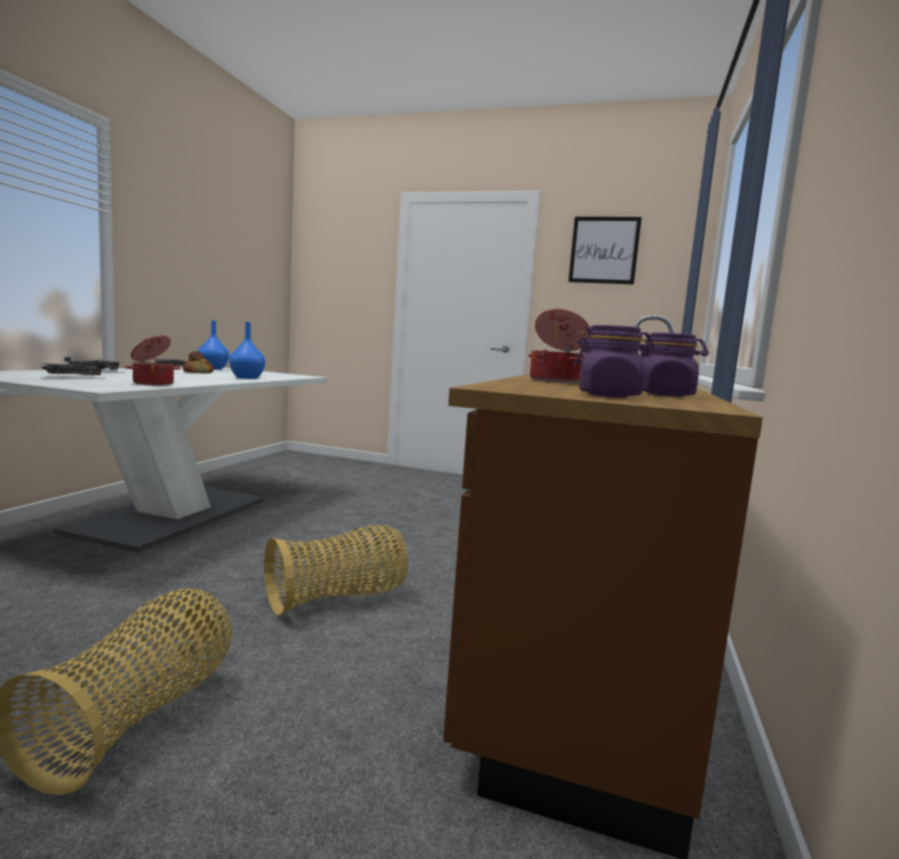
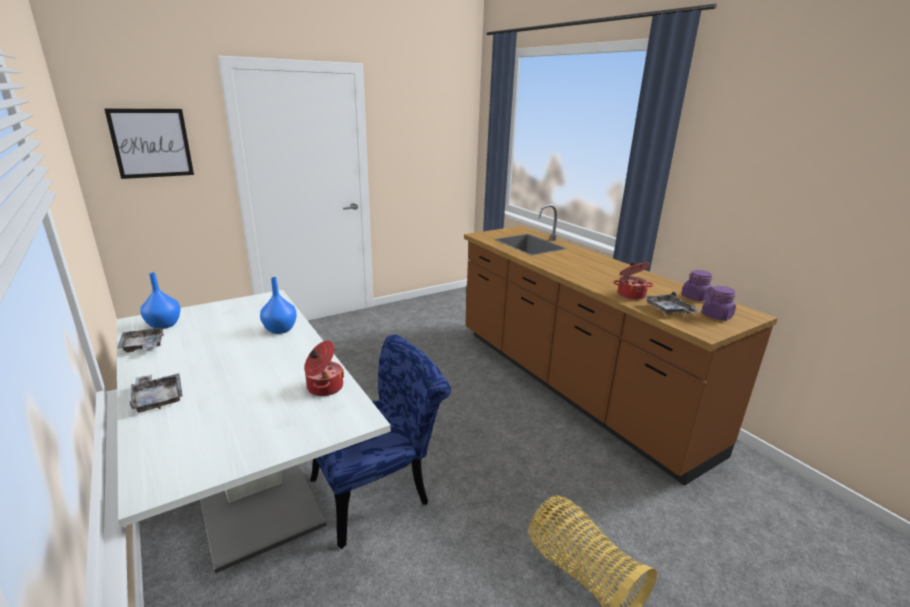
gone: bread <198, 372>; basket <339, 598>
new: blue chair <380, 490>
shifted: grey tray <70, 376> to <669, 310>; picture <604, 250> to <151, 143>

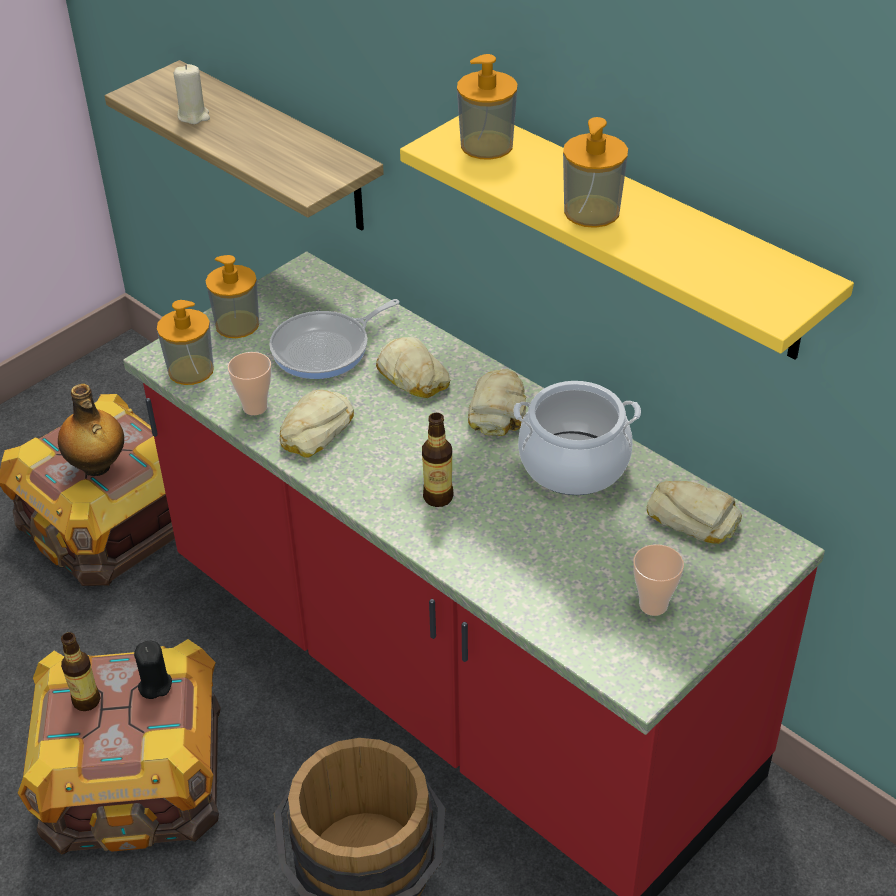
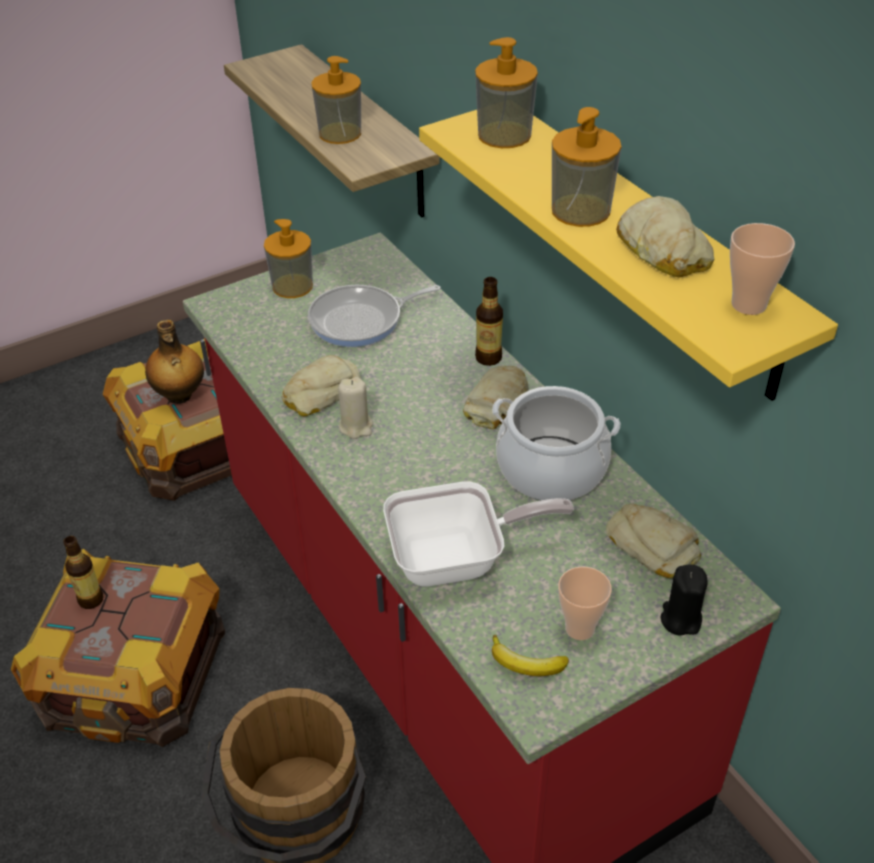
new: frying pan <458, 560>; banana <526, 664>
shifted: black candle <155, 685> to <680, 619>; soap dispenser <191, 370> to <340, 133>; beige candle <193, 116> to <356, 426>; cup <255, 407> to <748, 305>; bread <412, 376> to <662, 249>; bottle <438, 497> to <488, 358>

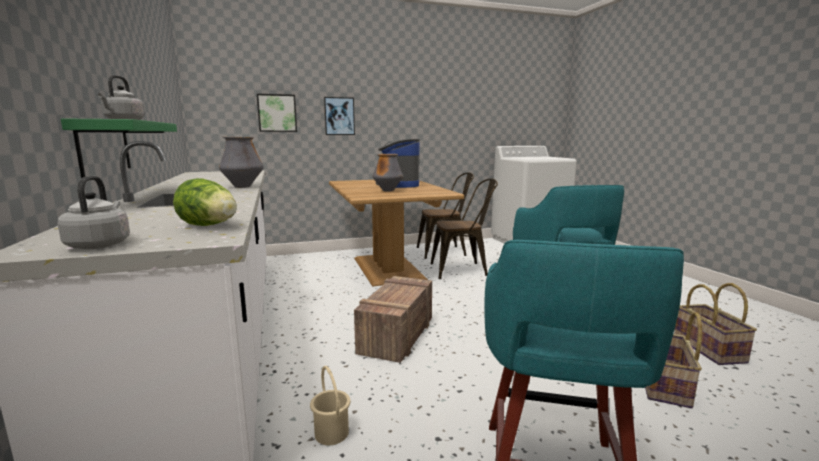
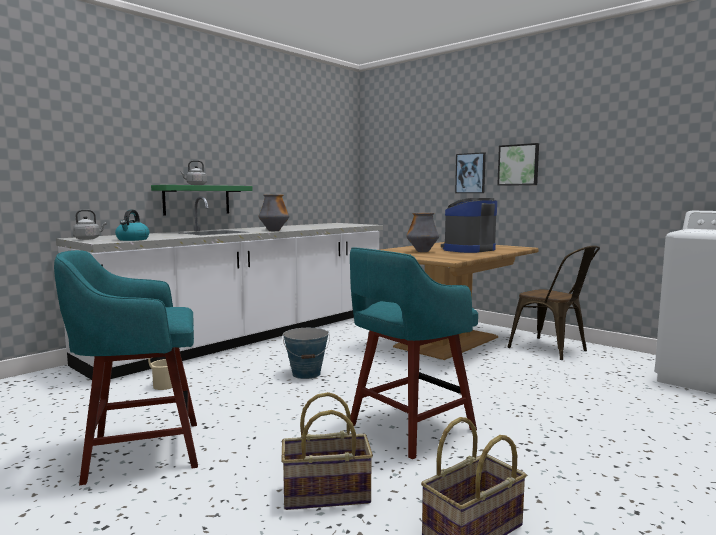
gone: brown chair <463, 270>
shifted: picture <277, 113> to <518, 165>
swapped: lettuce <210, 226> to kettle <132, 239>; crate <397, 335> to bucket <306, 374>

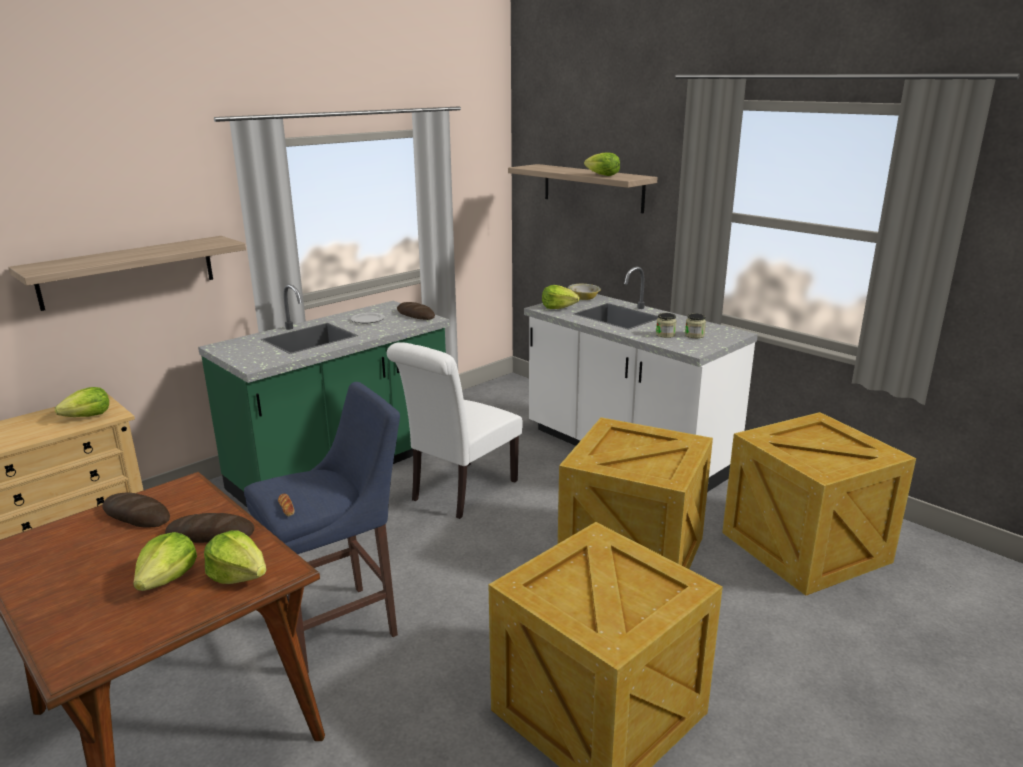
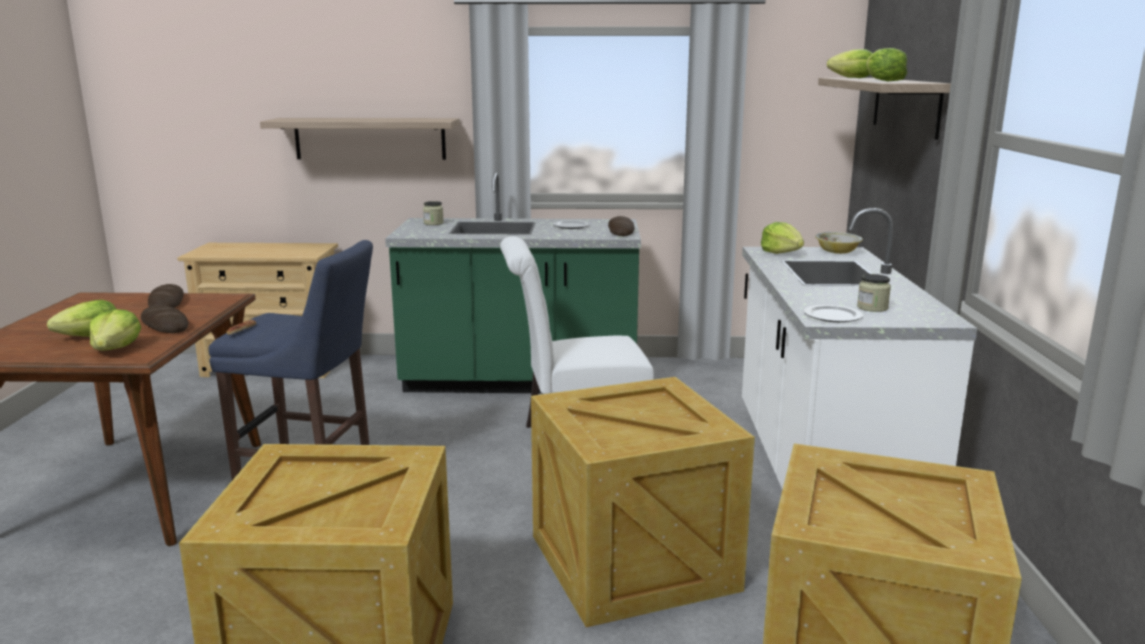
new: plate <833, 316>
shifted: lettuce <88, 416> to <852, 78>; jar <665, 335> to <433, 223>

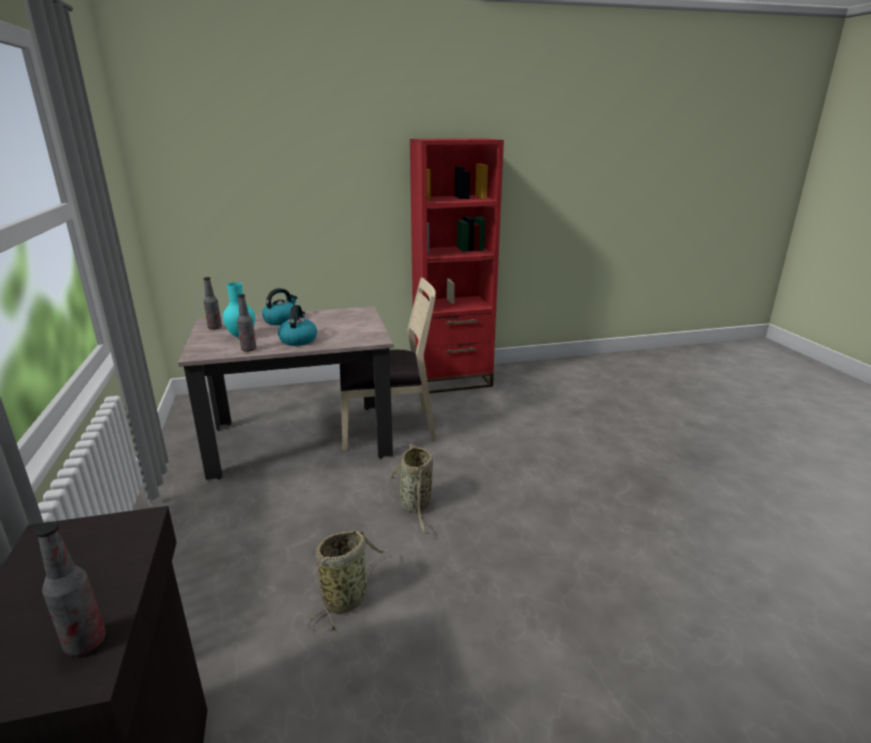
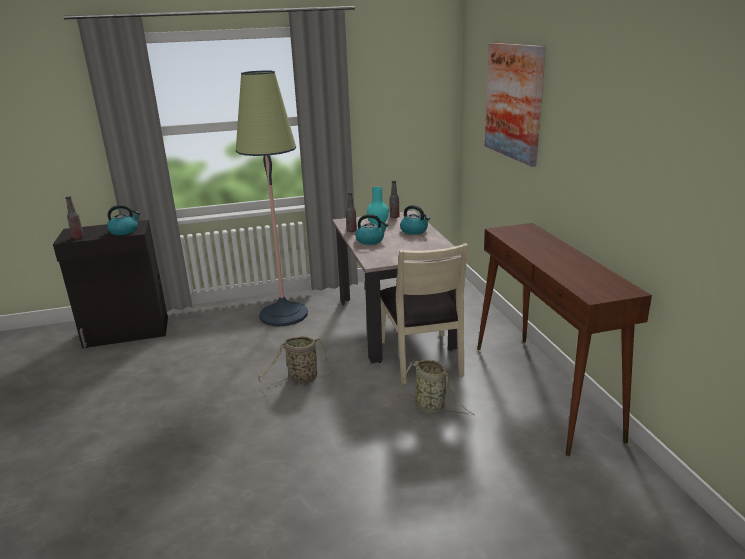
new: kettle <124, 231>; floor lamp <283, 315>; picture <513, 101>
shifted: basket <347, 598> to <432, 408>
swapped: red bookcase <452, 380> to brown console table <543, 390>

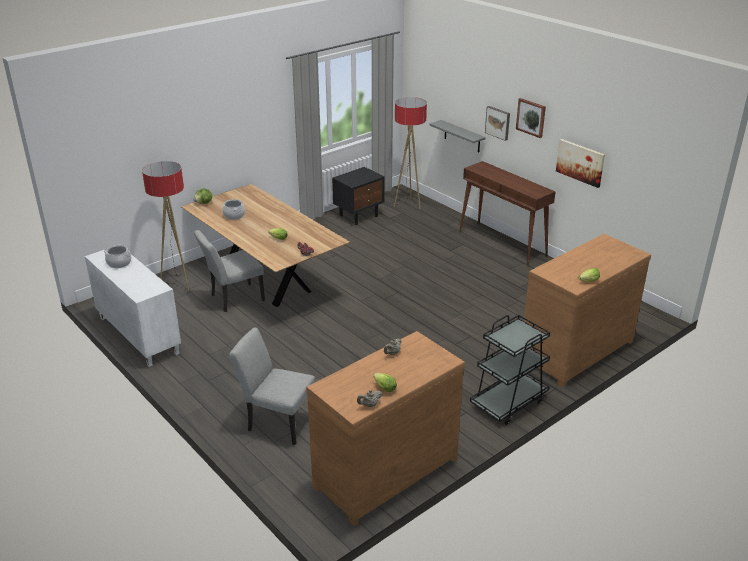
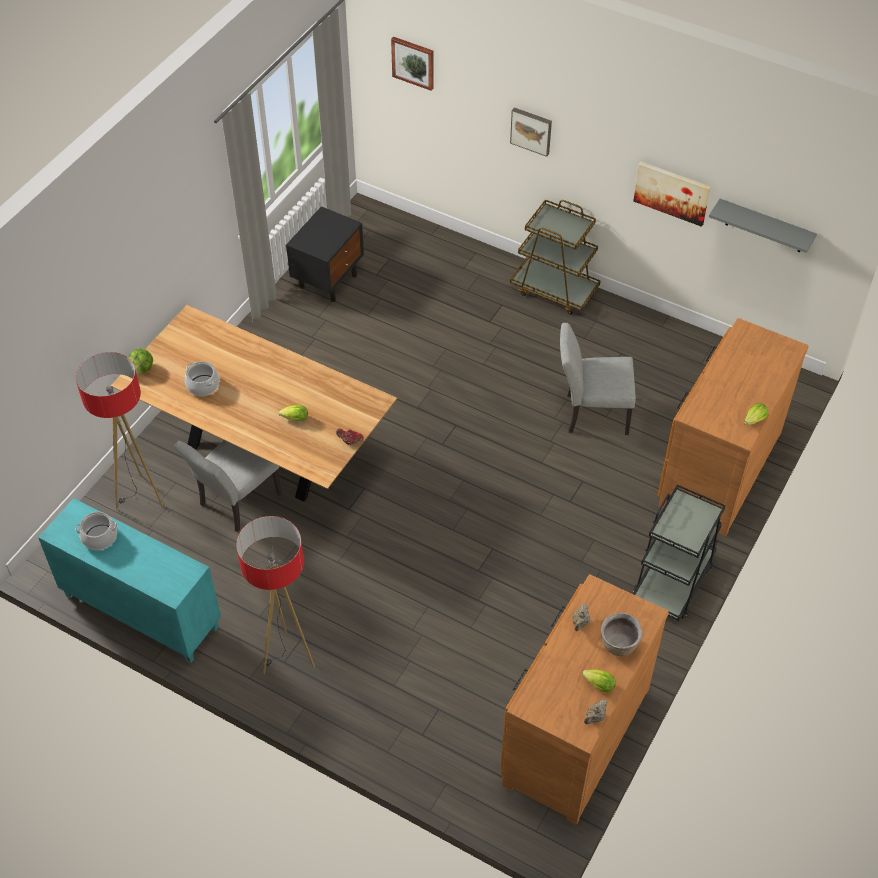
new: brown cooking pot <618, 645>
shifted: grey chair <276, 422> to <591, 413>; floor lamp <408, 204> to <287, 657>; grey shelf <462, 136> to <765, 226>; picture <531, 117> to <413, 62>
swapped: brown console table <502, 244> to brown cart <554, 290>
repainted: white cabinet <138, 335> to turquoise cabinet <140, 612>

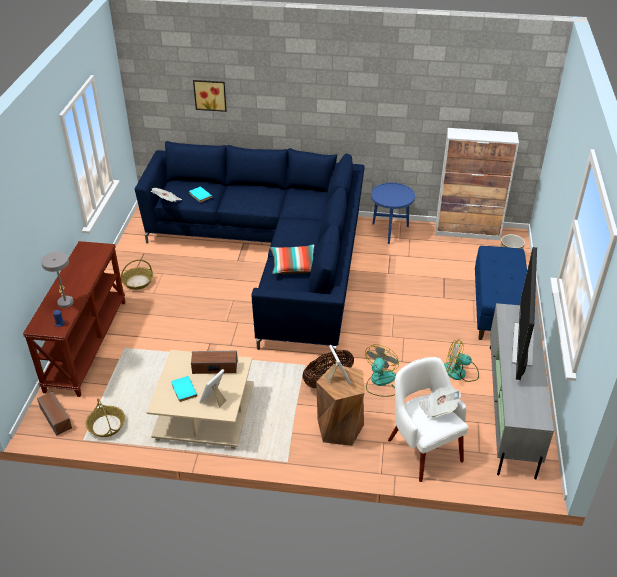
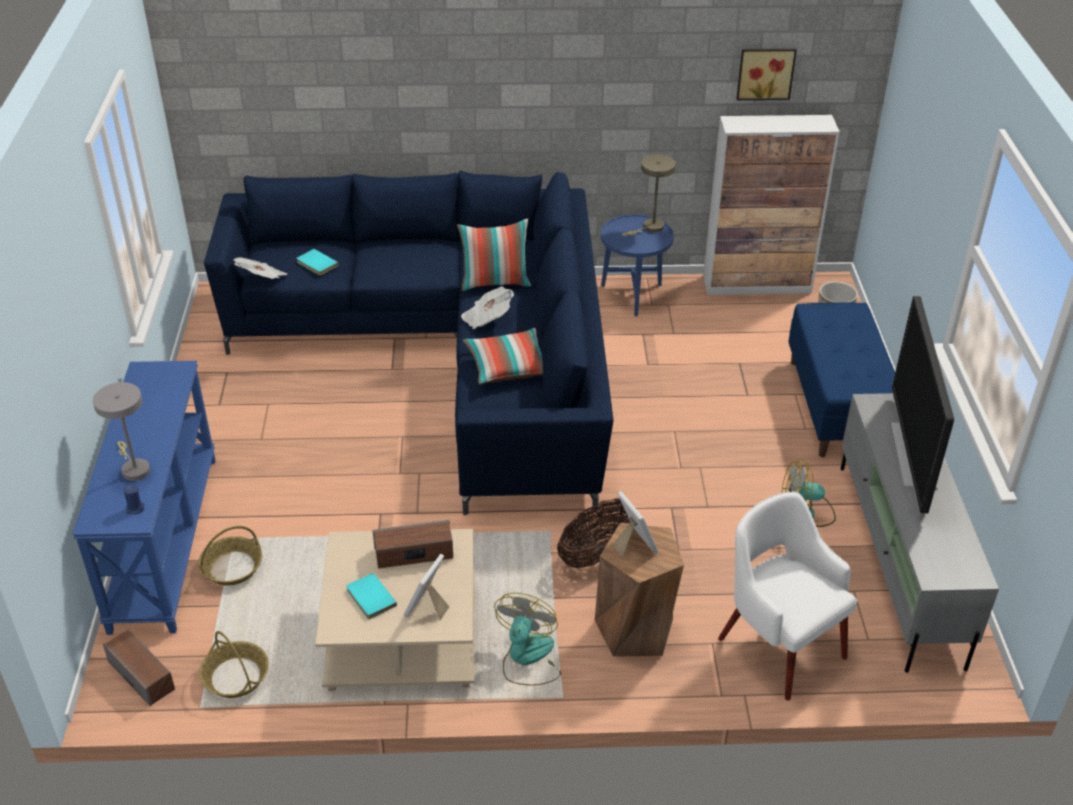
new: pillow <495, 283>; beige table lamp <650, 228>
shifted: basket <138, 282> to <232, 567>; picture <210, 94> to <765, 72>; fan <380, 382> to <527, 658>; newspaper <438, 408> to <487, 319>
repainted: brown console table <86, 344> to blue console table <163, 540>

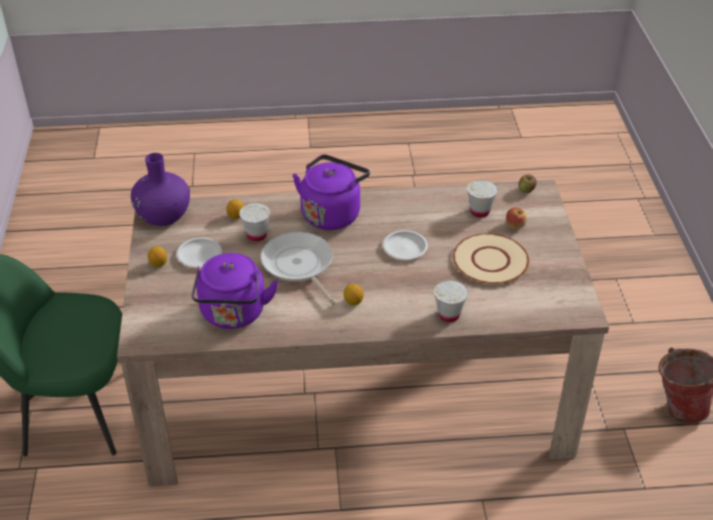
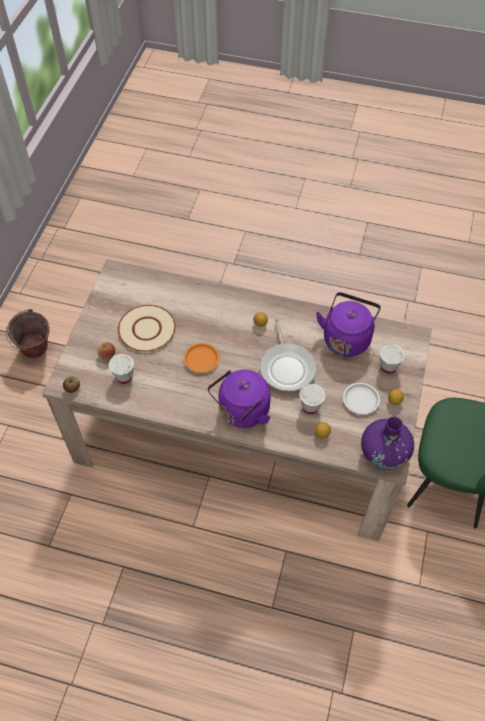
shifted: white cup <449, 315> to <388, 367>
repainted: white plate <405, 248> to orange plate <201, 359>

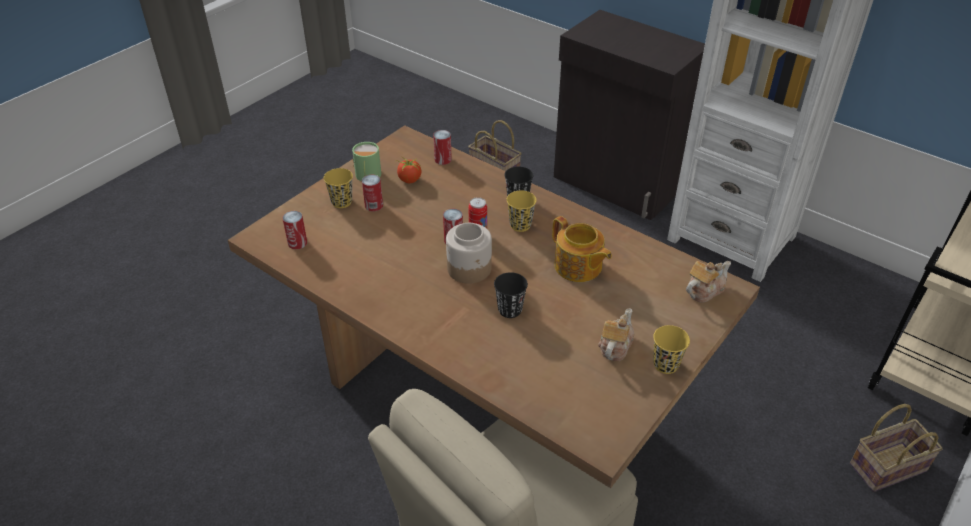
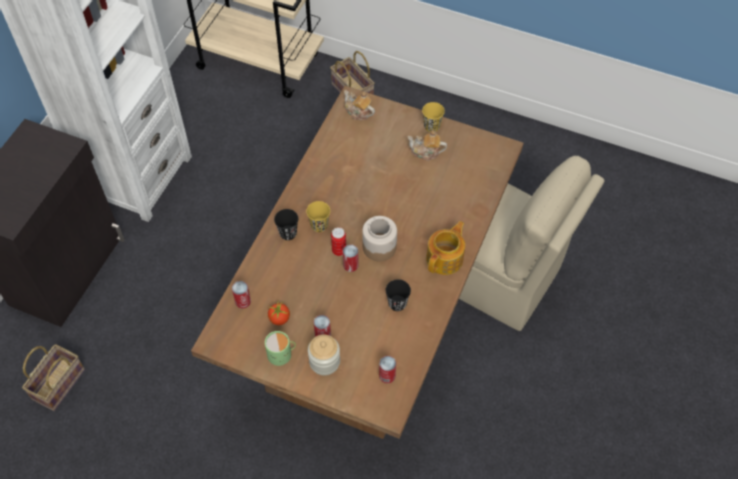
shifted: black cup <510, 310> to <397, 303>; teapot <578, 267> to <445, 258>
swapped: yellow cup <341, 202> to jar <324, 362>

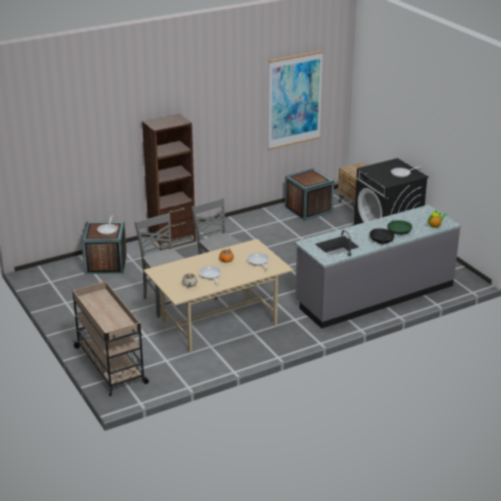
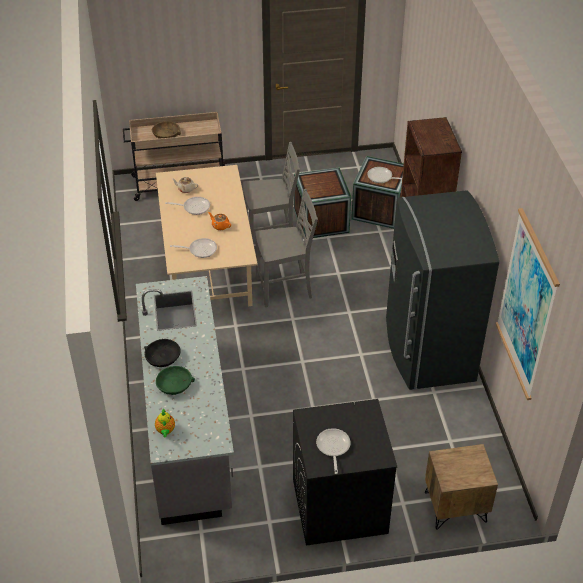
new: brown bowl <166, 134>; grey fridge <427, 350>
shifted: crate <308, 209> to <321, 221>

